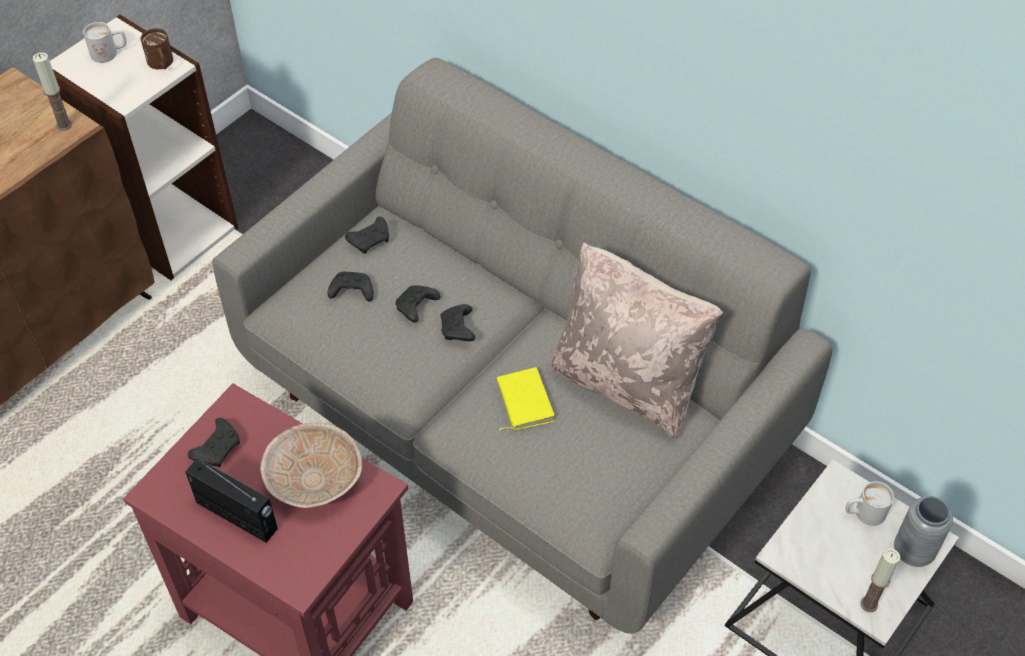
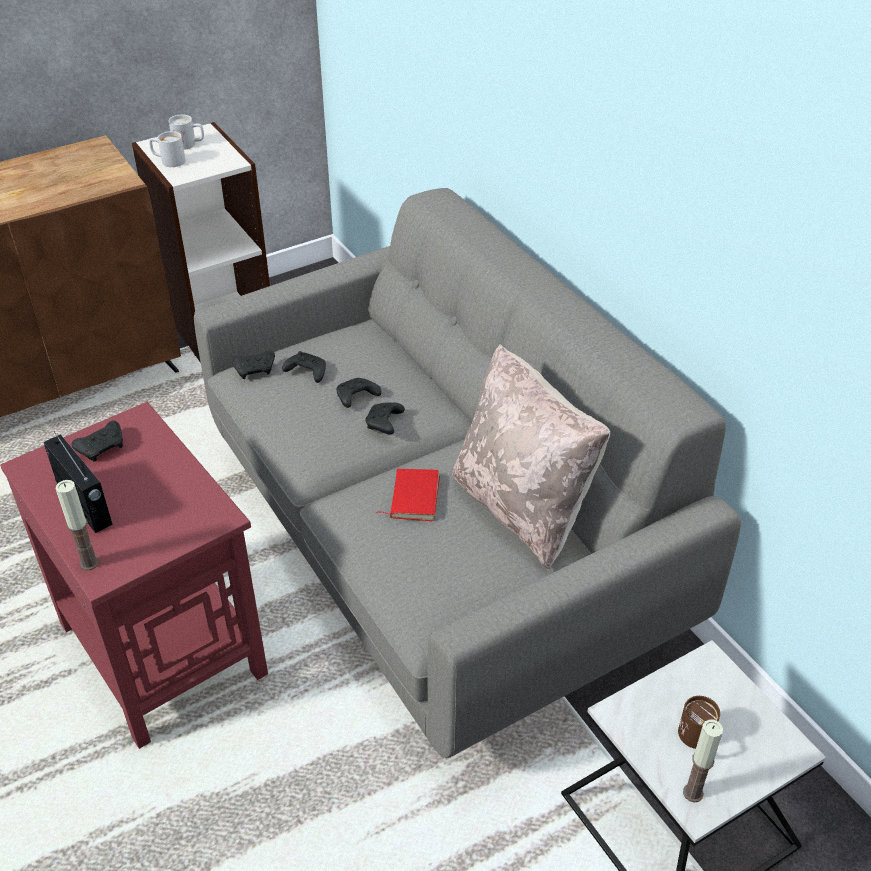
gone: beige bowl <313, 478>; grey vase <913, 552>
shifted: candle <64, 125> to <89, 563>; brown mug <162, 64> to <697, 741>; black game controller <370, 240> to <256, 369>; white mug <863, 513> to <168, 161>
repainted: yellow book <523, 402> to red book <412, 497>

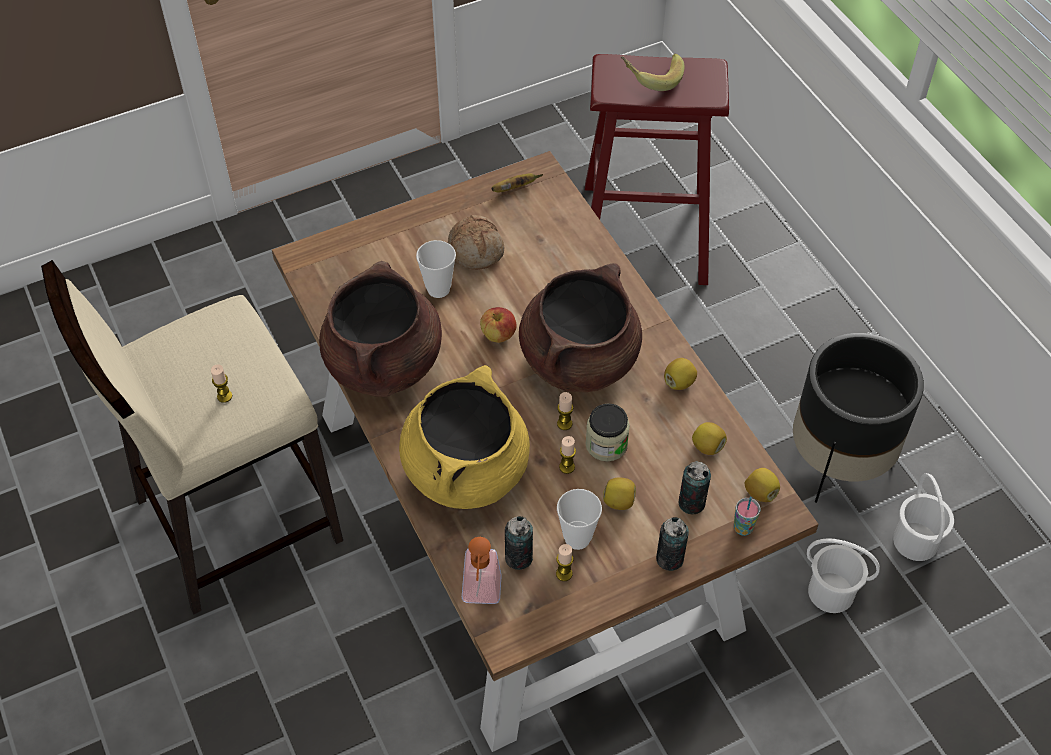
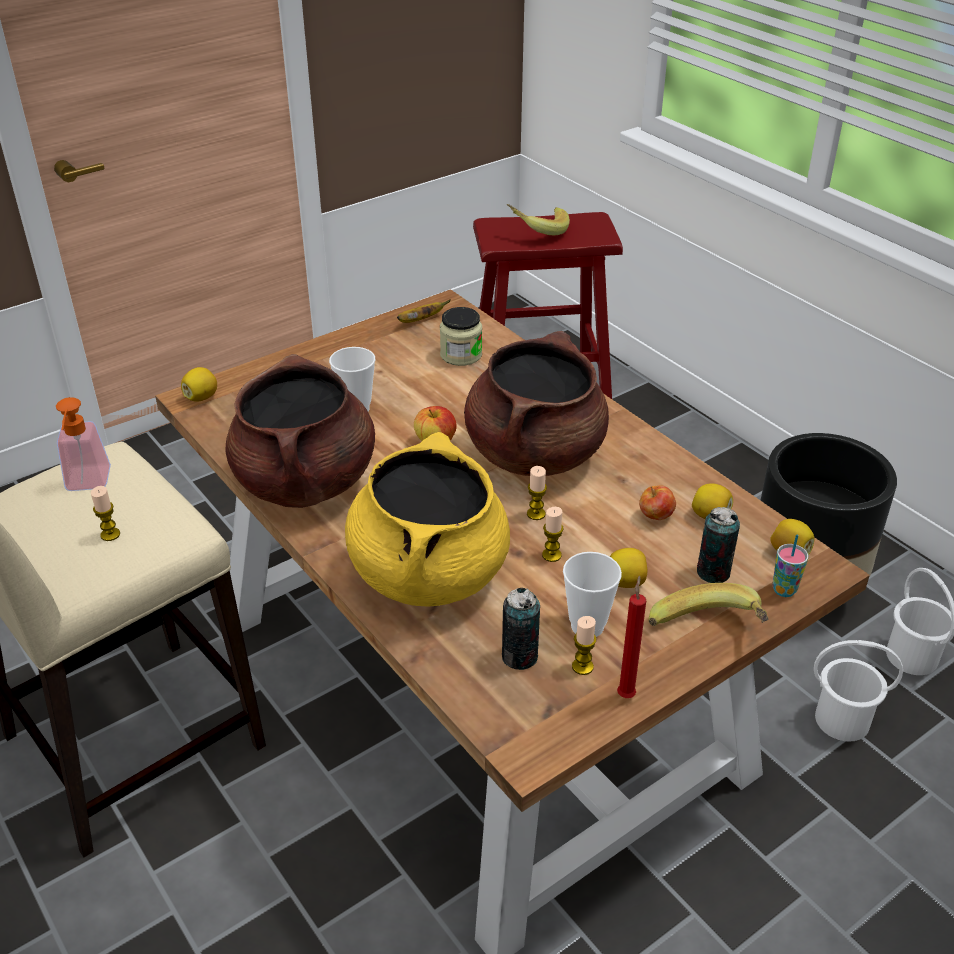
gone: bread <476, 249>
new: red candle <626, 694>; apple <655, 517>
shifted: soap dispenser <481, 596> to <87, 485>; jar <606, 444> to <461, 355>; lemon <679, 382> to <201, 397>
swapped: can <669, 559> to banana <708, 633>

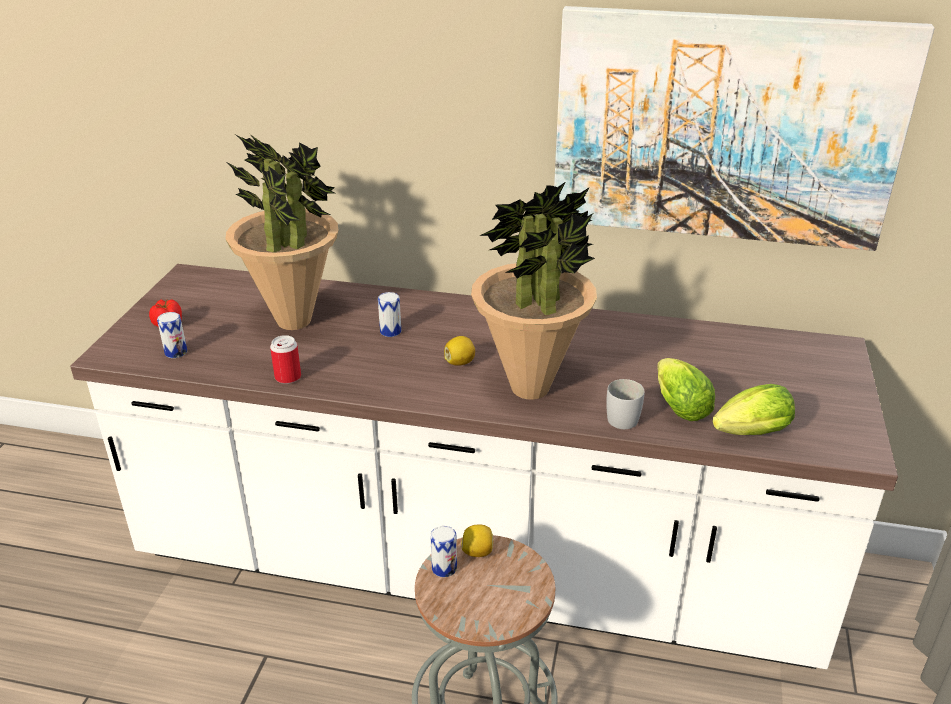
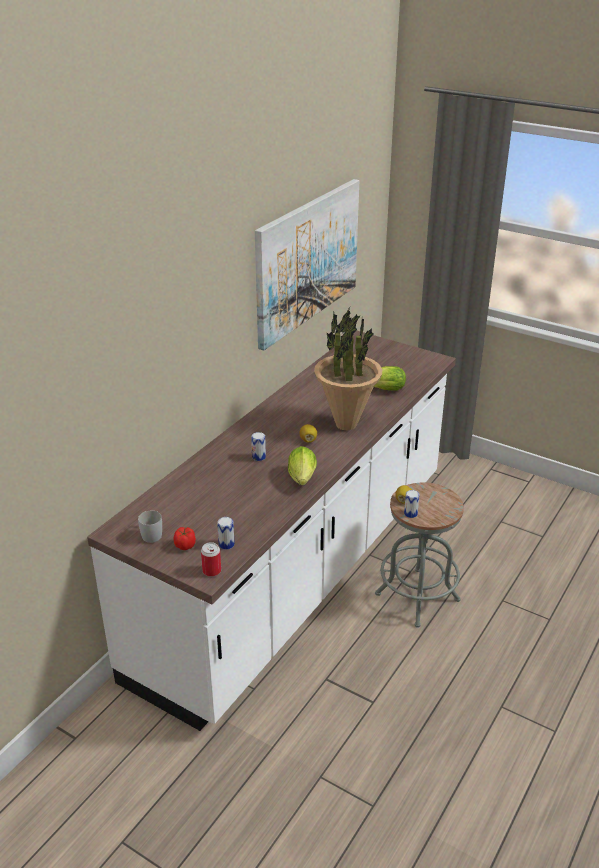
gone: potted plant <295, 321>
shifted: can <288, 377> to <212, 571>; white mug <626, 417> to <150, 534>; lettuce <748, 434> to <302, 480>

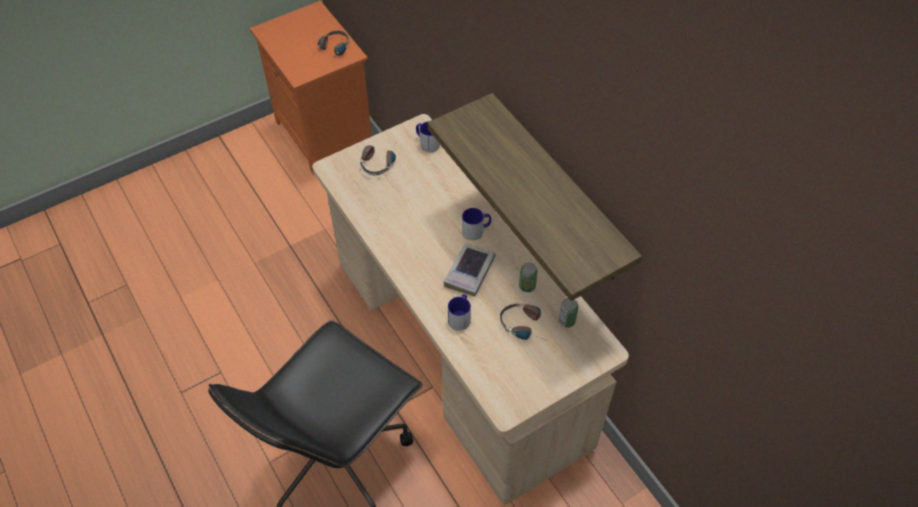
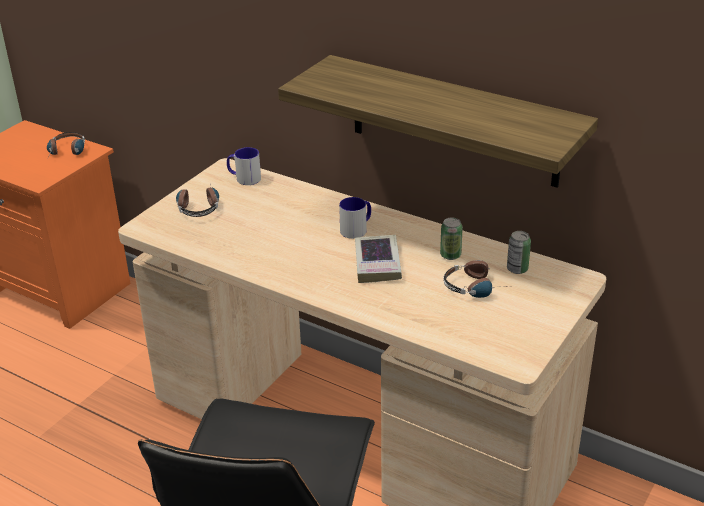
gone: mug <460, 317>

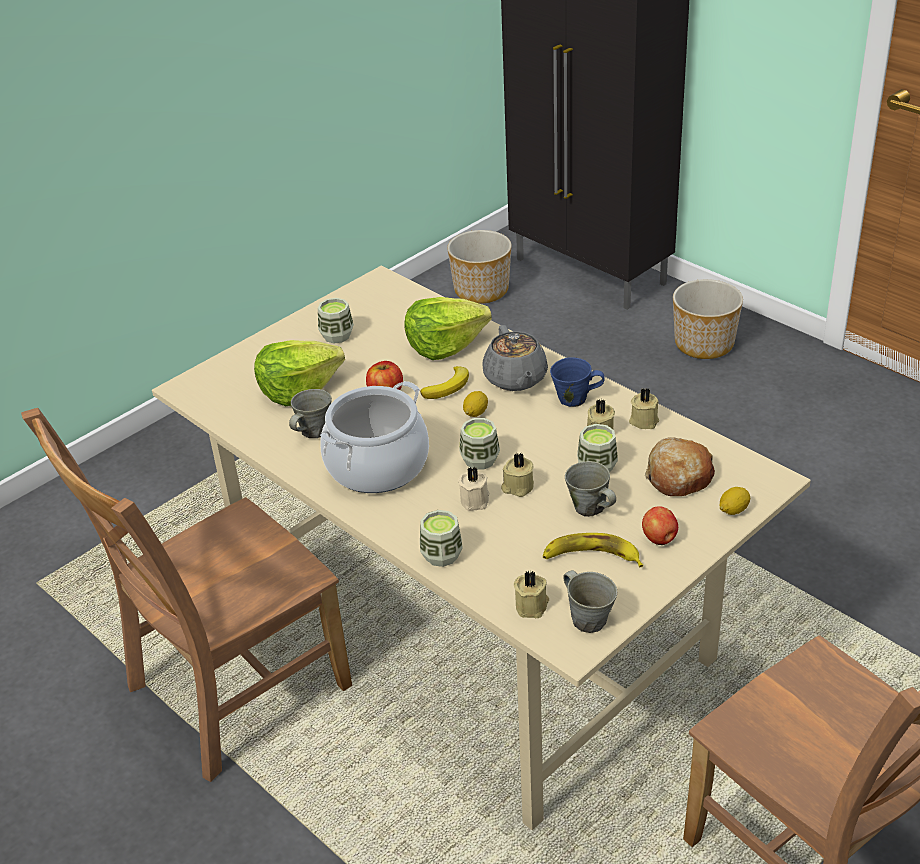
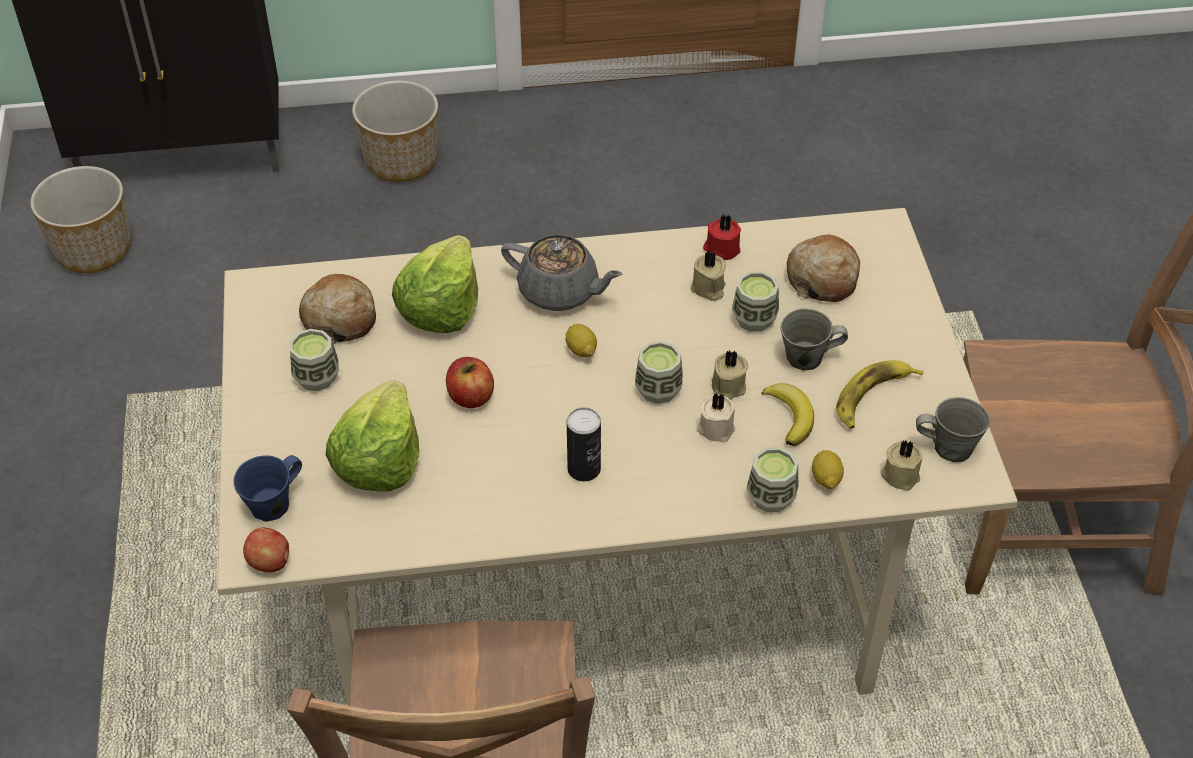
gone: grey mug <313, 432>
new: bread <339, 319>
shifted: banana <448, 387> to <790, 416>; blue mug <574, 399> to <273, 505>; apple <659, 539> to <270, 563>; lemon <734, 510> to <826, 478>
swapped: cooking pot <376, 465> to can <584, 469>
repainted: beige candle <643, 420> to red candle <721, 249>

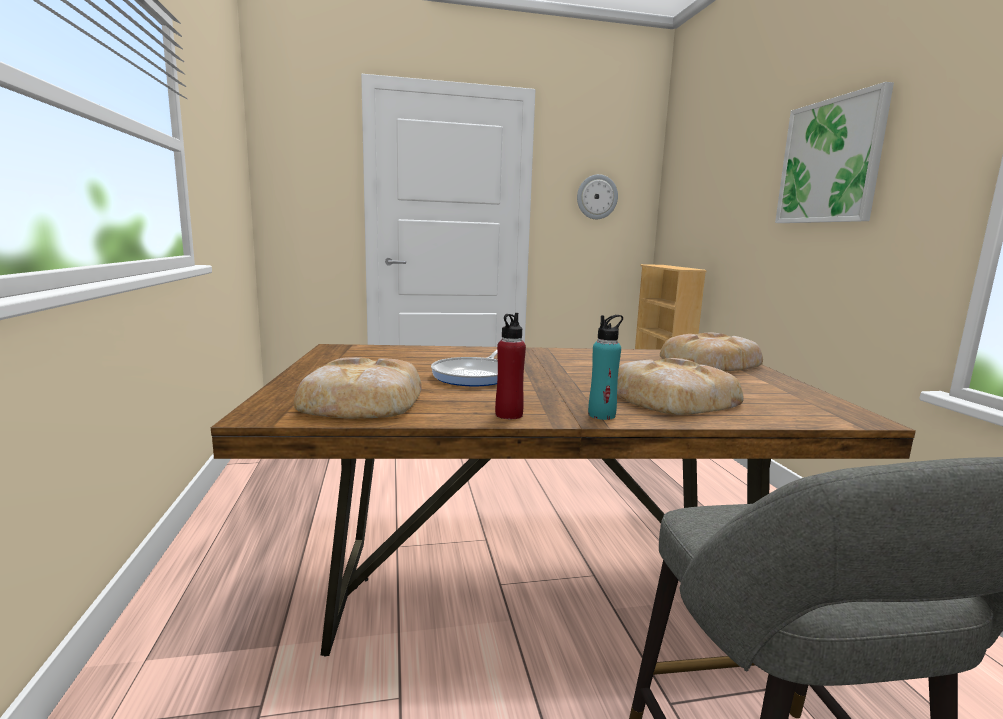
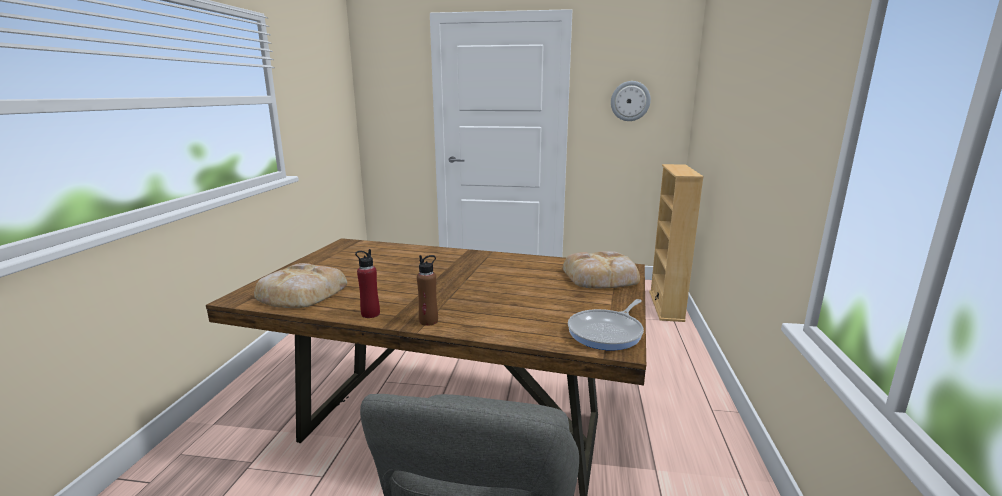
gone: bread <670, 398>; picture <830, 161>
shifted: frying pan <475, 375> to <607, 332>
repainted: turquoise bottle <602, 415> to brown bottle <428, 321>

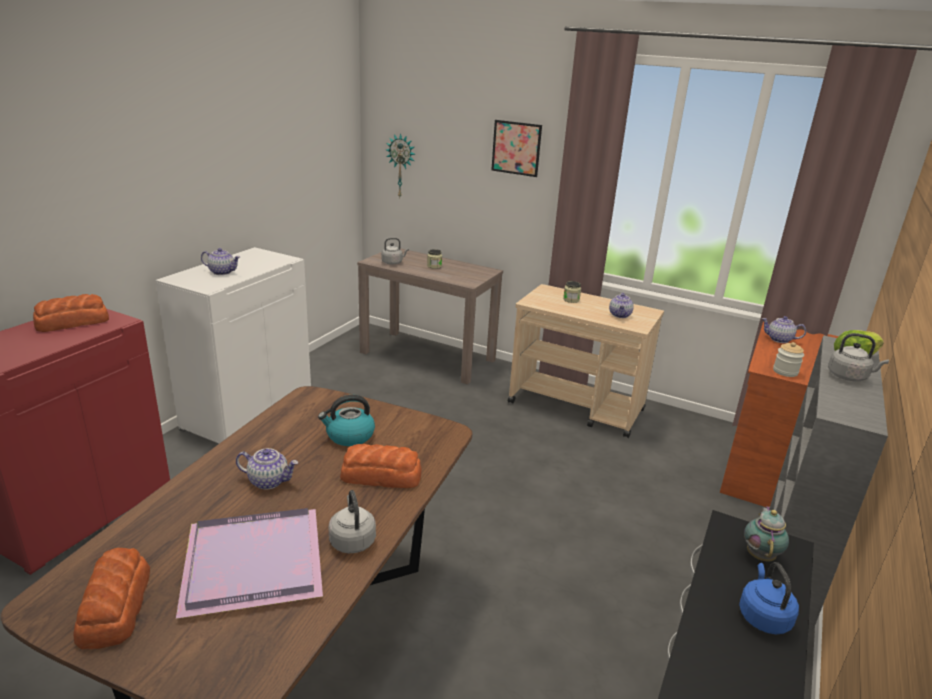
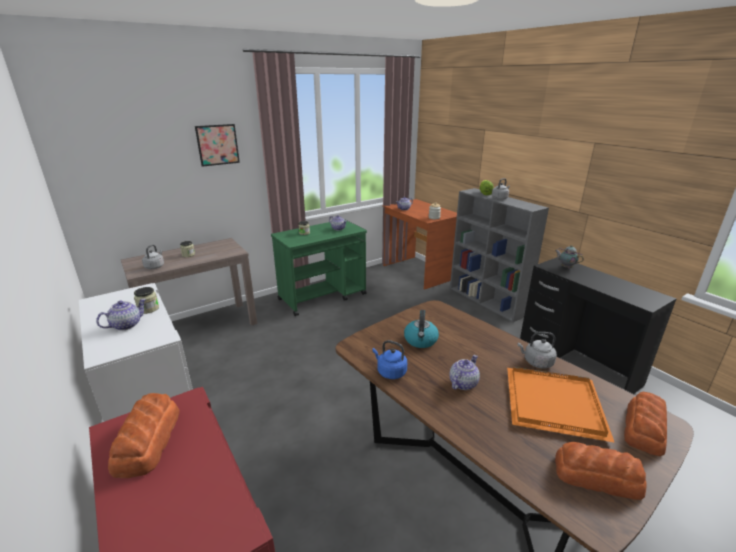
gone: wall clock <401, 166>
new: jar <148, 309>
shifted: bread <382, 476> to <645, 428>; blue kettle <763, 616> to <390, 372>
repainted: purple tray <251, 561> to orange tray <552, 404>; beige cart <577, 407> to green cart <323, 296>

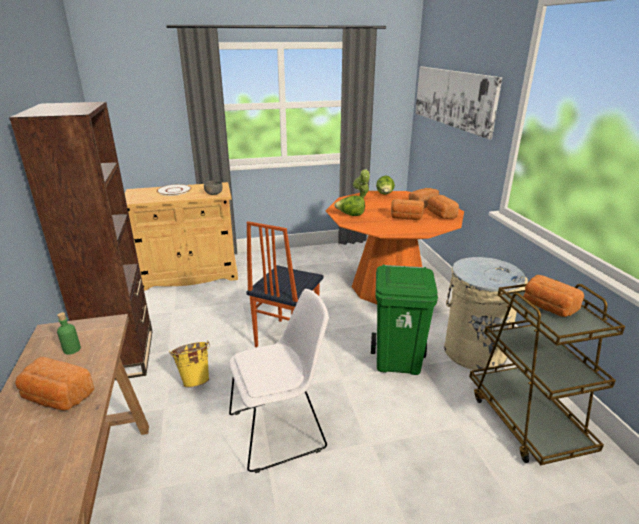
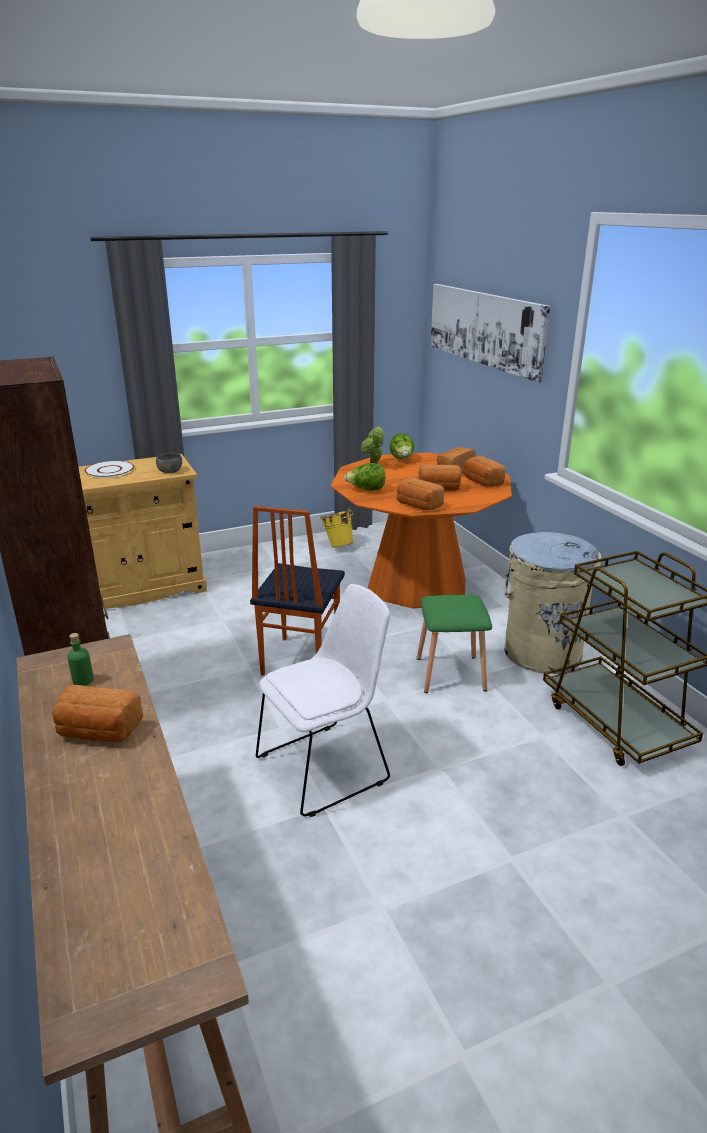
shifted: yellow bucket <195, 380> to <338, 545>; bread <547, 307> to <417, 505>
swapped: green trash can <398, 361> to green stool <451, 673>

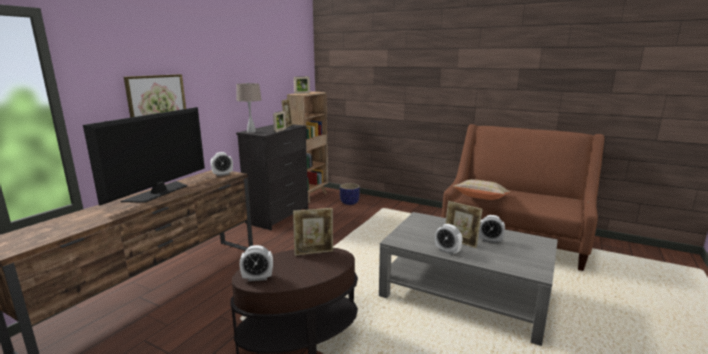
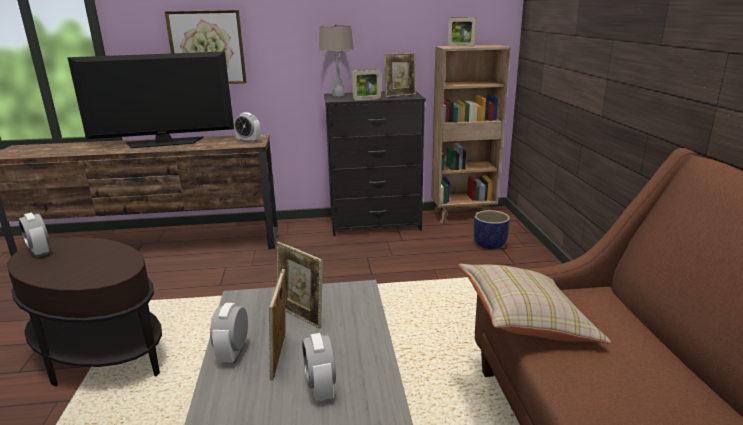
shifted: picture frame <314, 252> to <301, 316>

